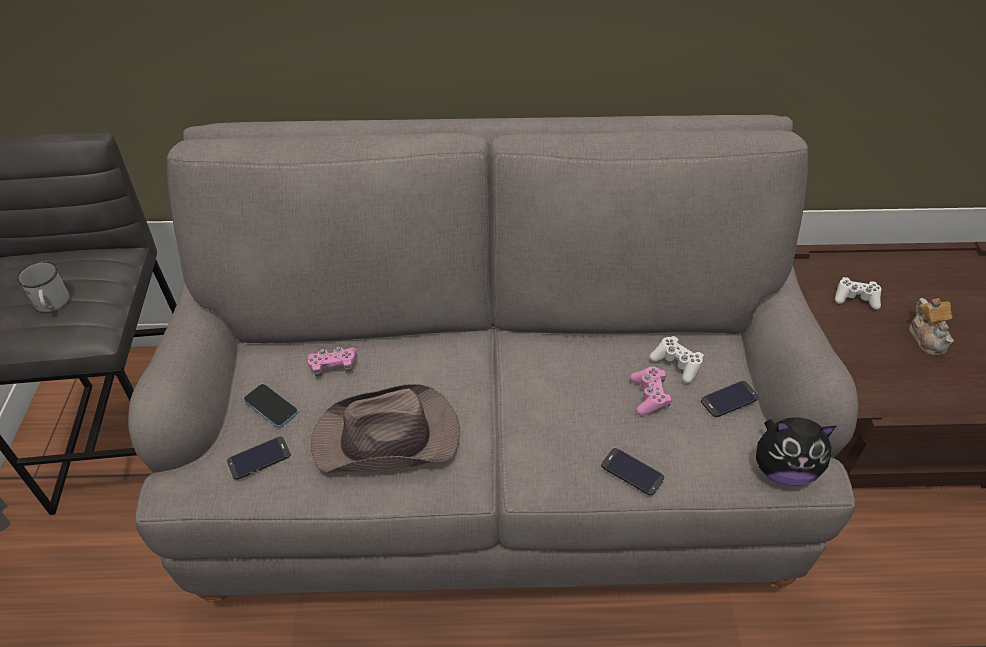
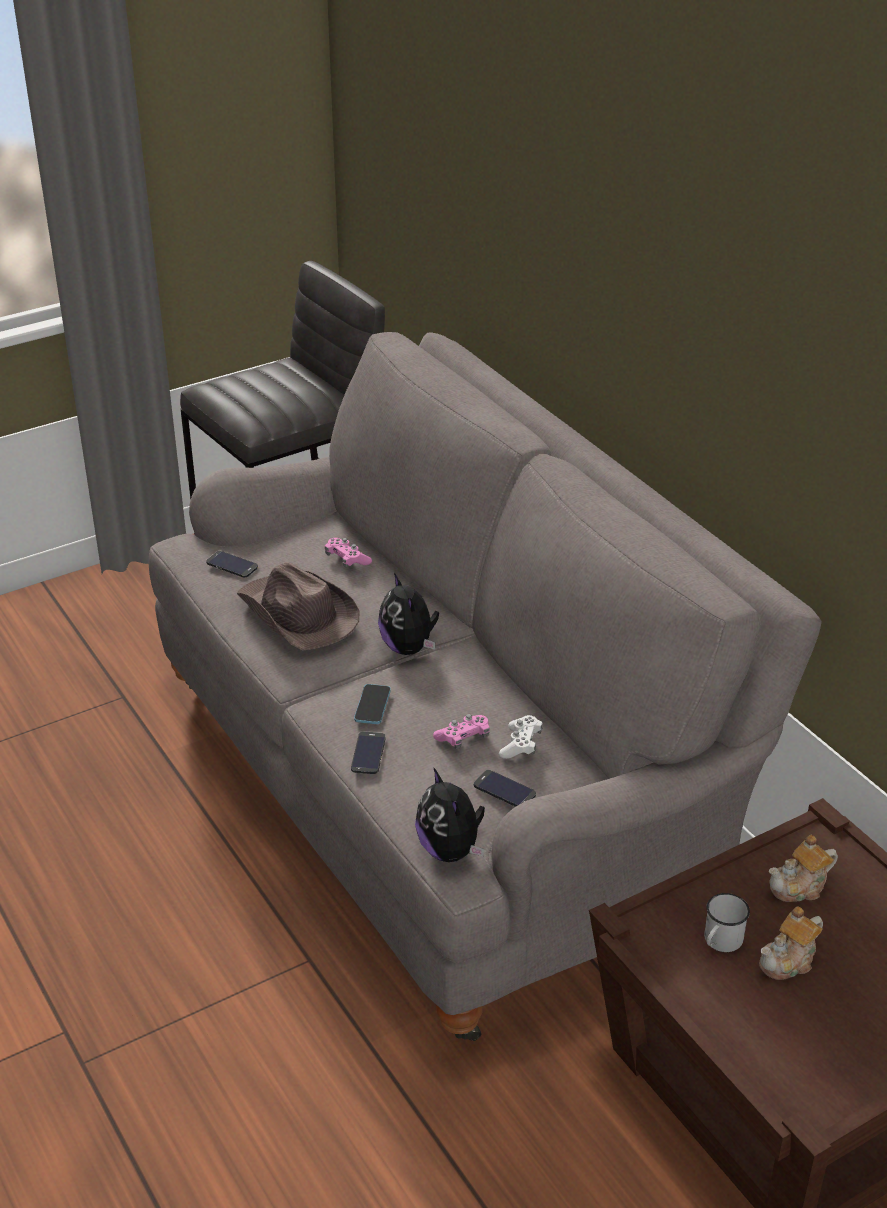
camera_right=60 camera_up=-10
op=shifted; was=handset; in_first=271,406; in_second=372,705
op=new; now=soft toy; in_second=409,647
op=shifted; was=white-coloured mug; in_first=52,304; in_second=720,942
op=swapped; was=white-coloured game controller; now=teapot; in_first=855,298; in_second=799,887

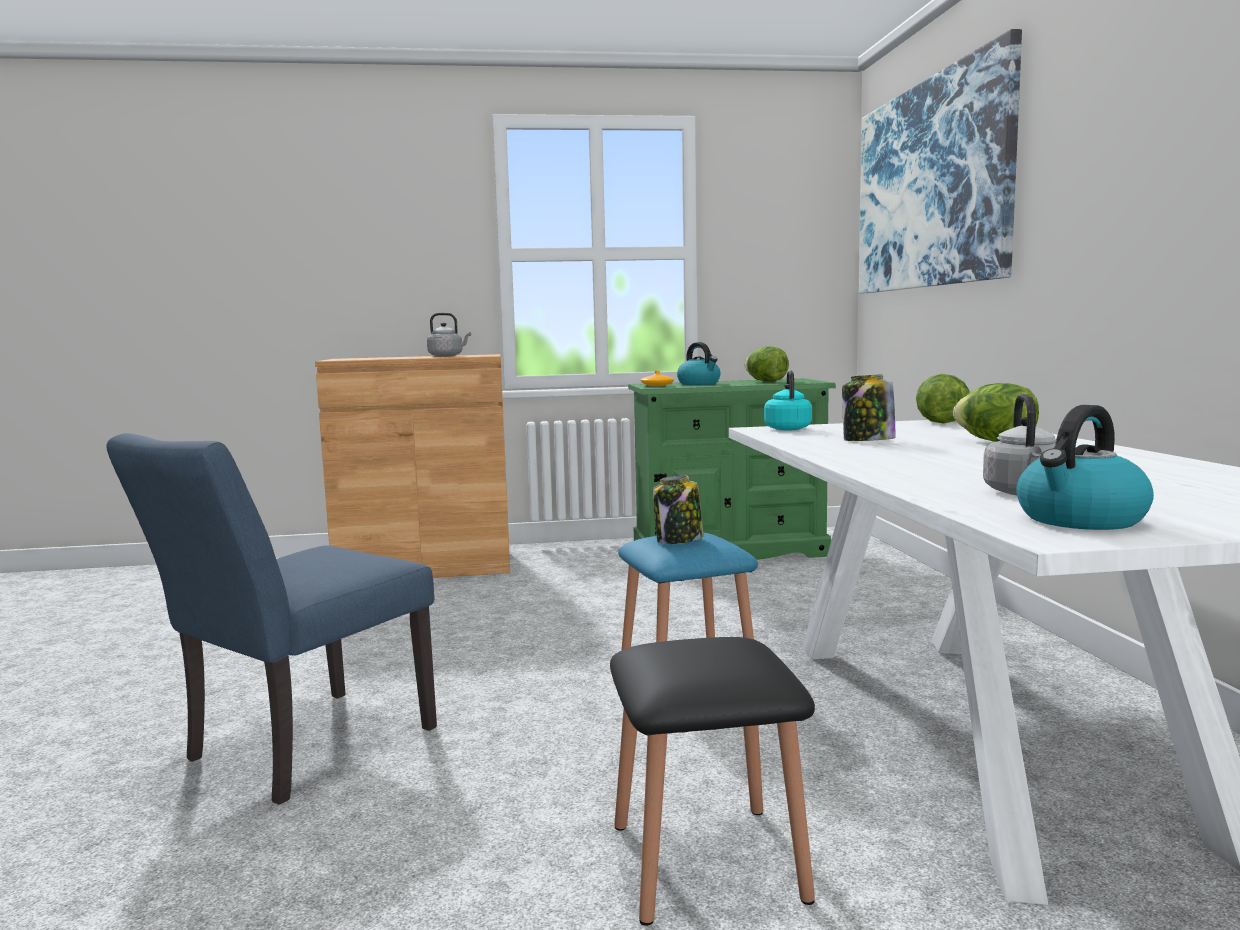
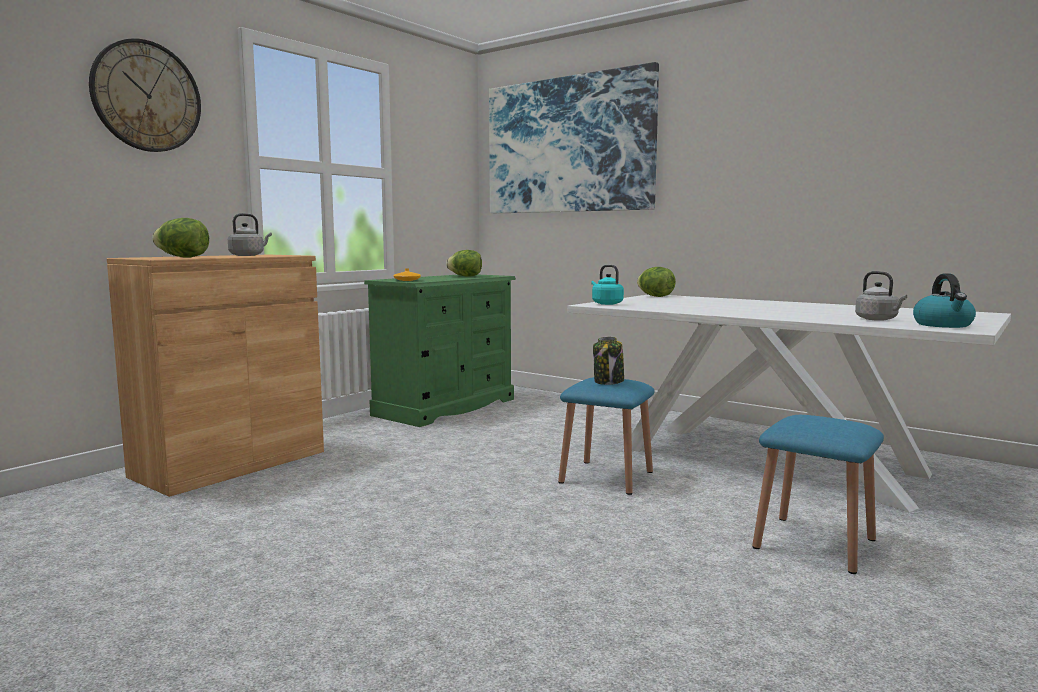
camera_right=-45 camera_up=0
op=new; now=wall clock; in_second=146,96
op=shifted; was=lettuce; in_first=995,442; in_second=183,257
op=repainted; was=blackish sitting stool; now=blue-coloured sitting stool; in_first=707,861; in_second=814,543
op=gone; was=blue-coloured chair; in_first=297,750
op=gone; was=tea kettle; in_first=699,383
op=gone; was=storage jar; in_first=867,441

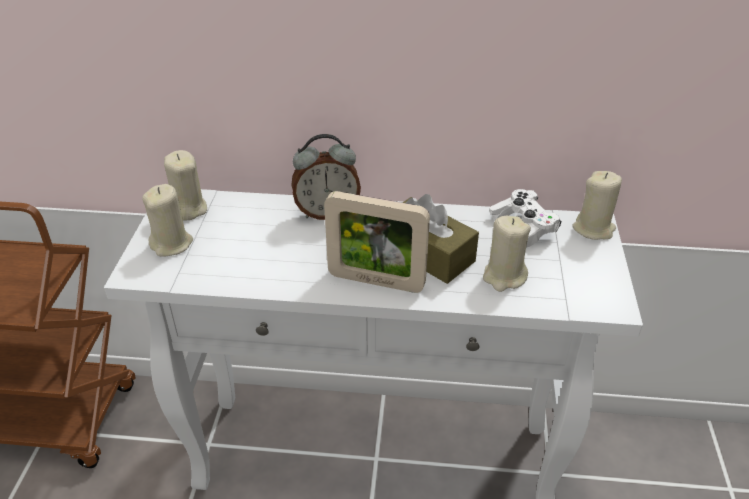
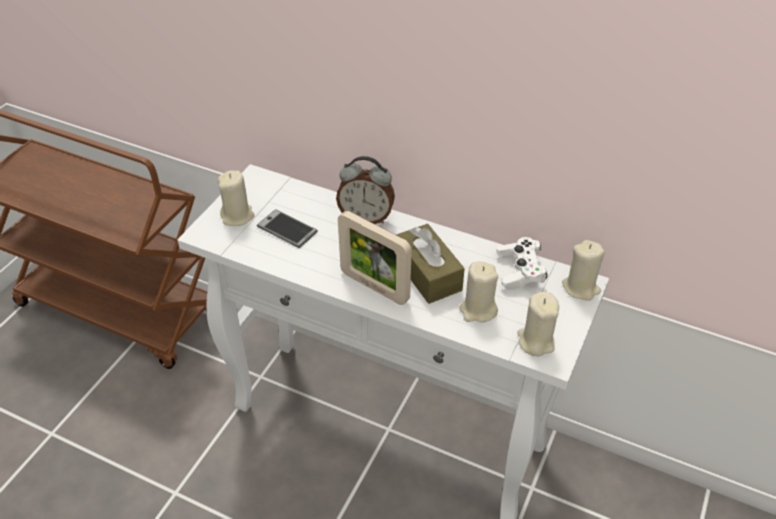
camera_right=20 camera_up=5
op=new; now=handset; in_second=287,229
op=shifted; was=beige candle; in_first=188,209; in_second=535,341

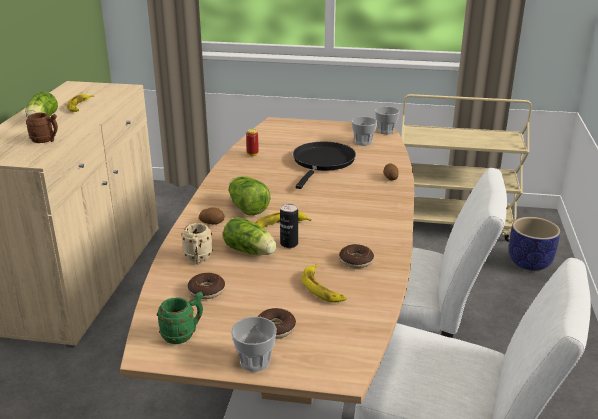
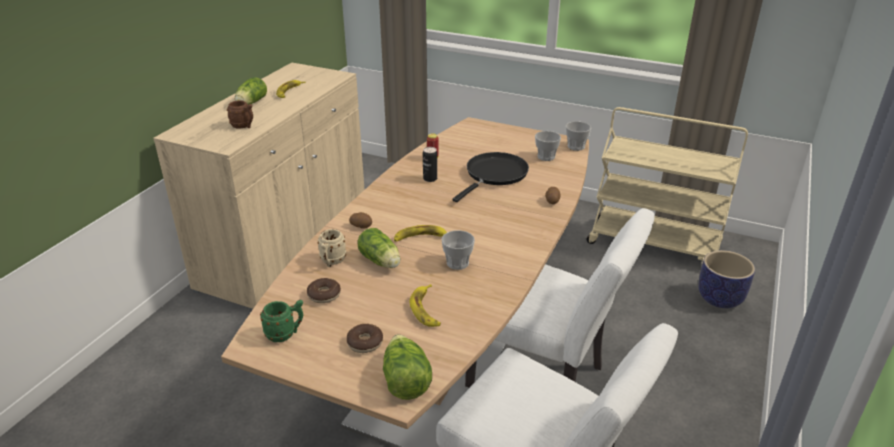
camera_right=15 camera_up=5
op=shifted; was=lettuce; in_first=247,207; in_second=405,380
op=shifted; was=can; in_first=289,244; in_second=430,179
op=shifted; was=cup; in_first=255,361; in_second=457,263
op=gone; was=ring doughnut; in_first=356,261

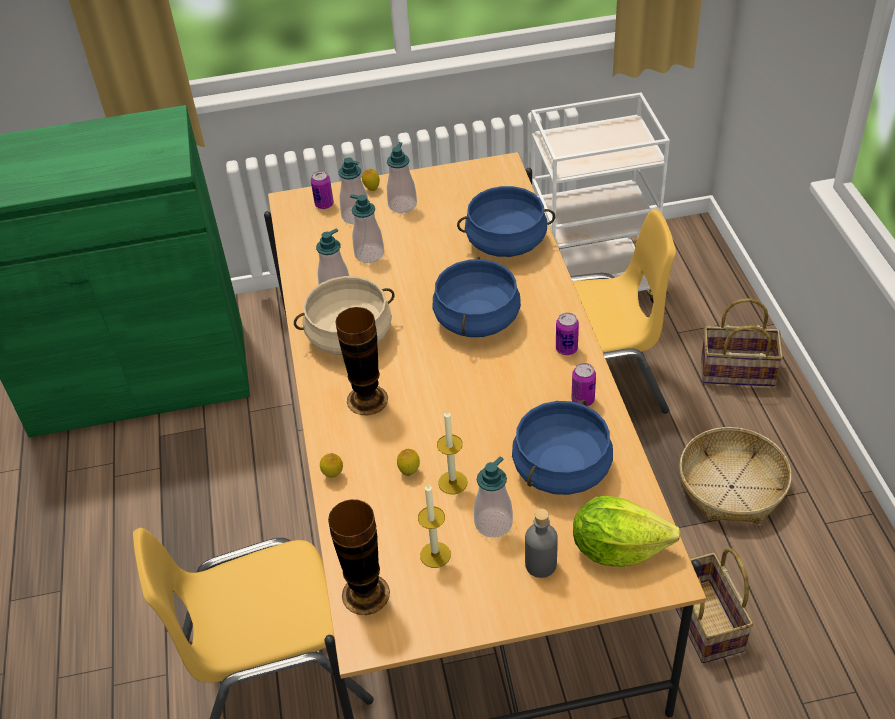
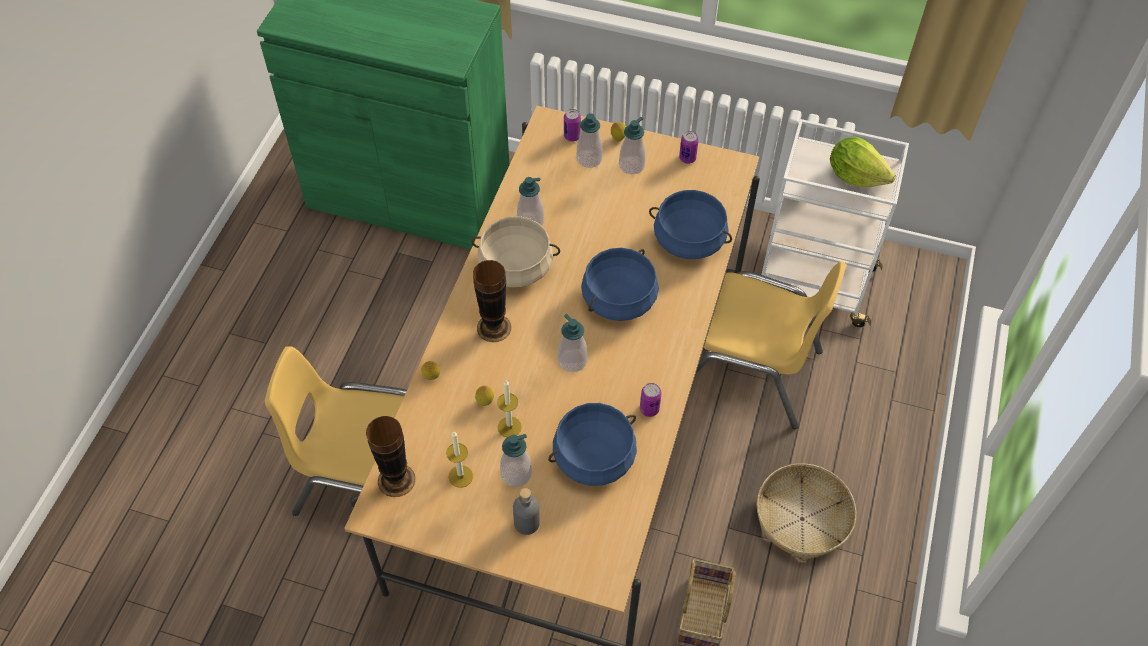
camera_right=25 camera_up=10
op=shifted; was=liquid soap bottle; in_first=369,254; in_second=572,361
op=shifted; was=can; in_first=566,349; in_second=687,158
op=shifted; was=lettuce; in_first=617,548; in_second=855,176
op=gone; was=storage basket; in_first=735,372

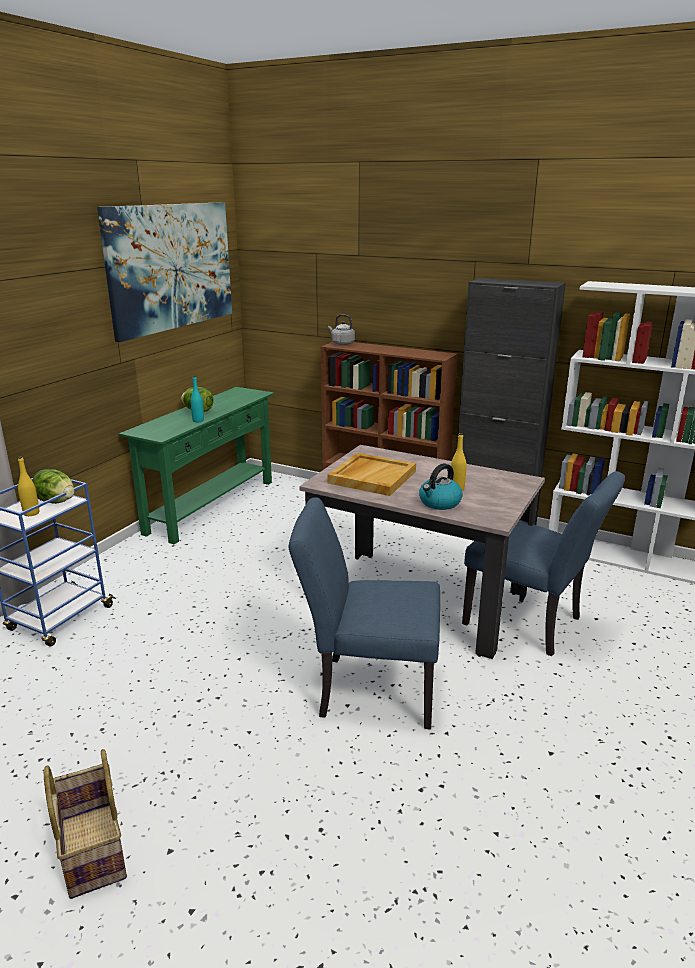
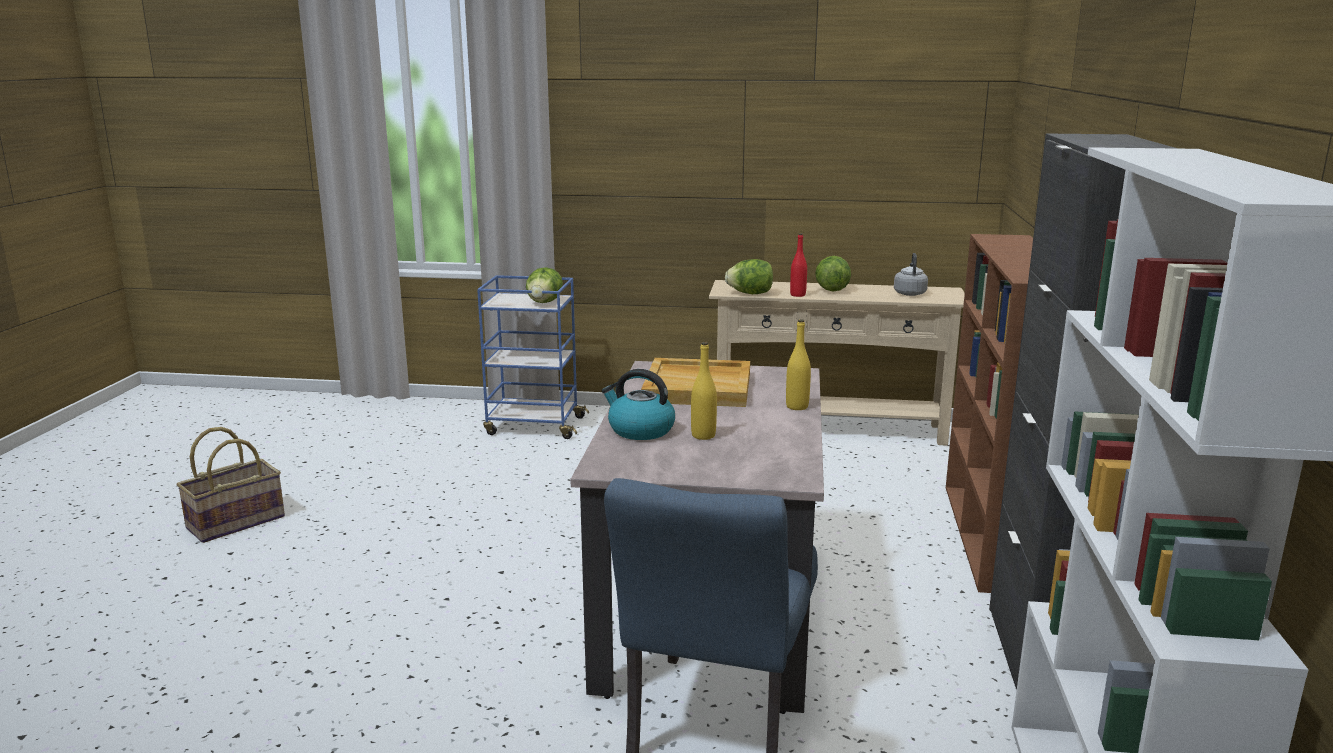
camera_right=70 camera_up=-5
op=repainted; was=greenish console table; now=beige console table; in_first=211,506; in_second=829,428
op=new; now=lettuce; in_second=750,294
op=shifted; was=yellowish beverage bottle; in_first=31,513; in_second=797,407
op=repainted; was=turquoise-coloured beverage bottle; now=red beverage bottle; in_first=198,420; in_second=797,295
op=shifted; was=greyish tea kettle; in_first=341,343; in_second=909,293
op=gone; was=wall art; in_first=171,267
op=gone; was=blue-coloured chair; in_first=367,689

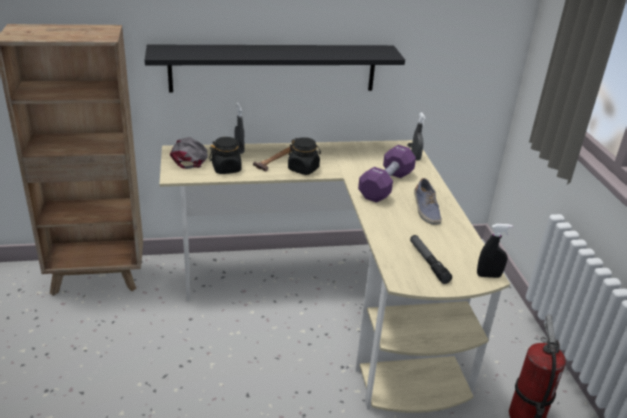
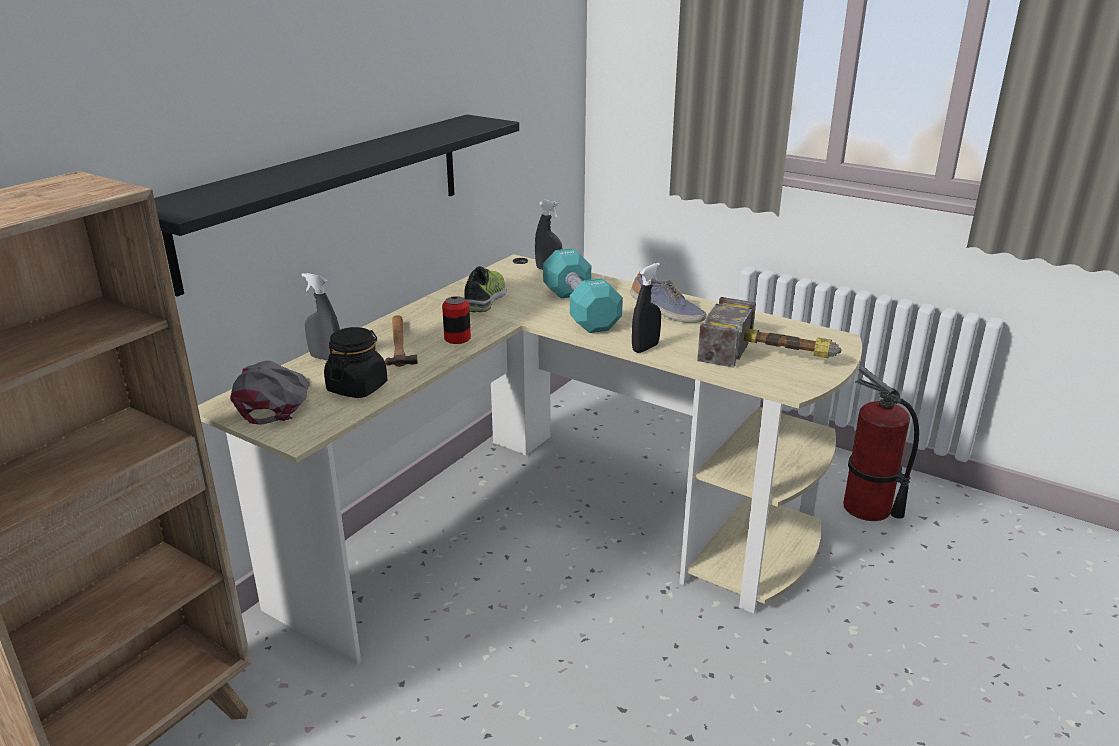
camera_right=-45 camera_up=-5
op=rotated; was=greyish peaked cap; in_first=190,157; in_second=274,401; clockwise=45
op=swapped; was=blackish storage jar; now=can; in_first=303,169; in_second=457,338
op=new; now=shoe; in_second=486,298
op=repainted; was=purple dumbbell; now=turquoise-coloured dumbbell; in_first=386,185; in_second=580,310
op=shifted; was=blackish sprayer; in_first=488,275; in_second=645,348
op=swapped; was=flashlight; now=hand hammer; in_first=428,262; in_second=771,357

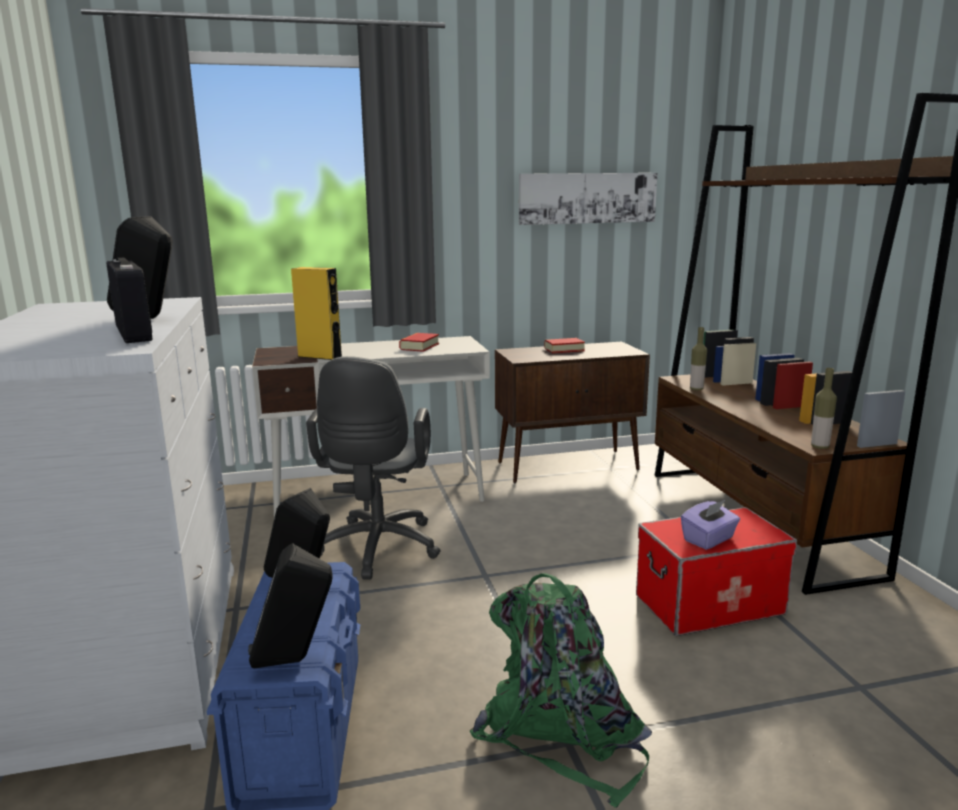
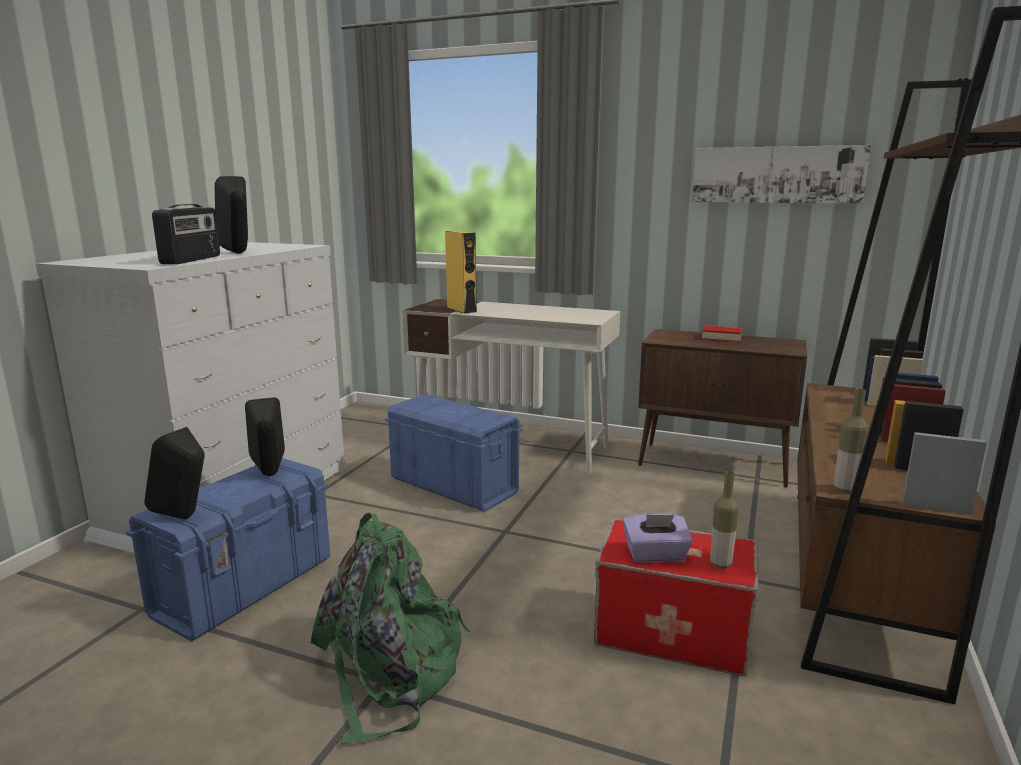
camera_right=35 camera_up=0
op=swapped; was=greyish computer chair; now=blue-coloured storage bin; in_first=377,550; in_second=453,485
op=shifted; was=beverage bottle; in_first=696,389; in_second=720,564
op=gone; was=volume; in_first=419,346

